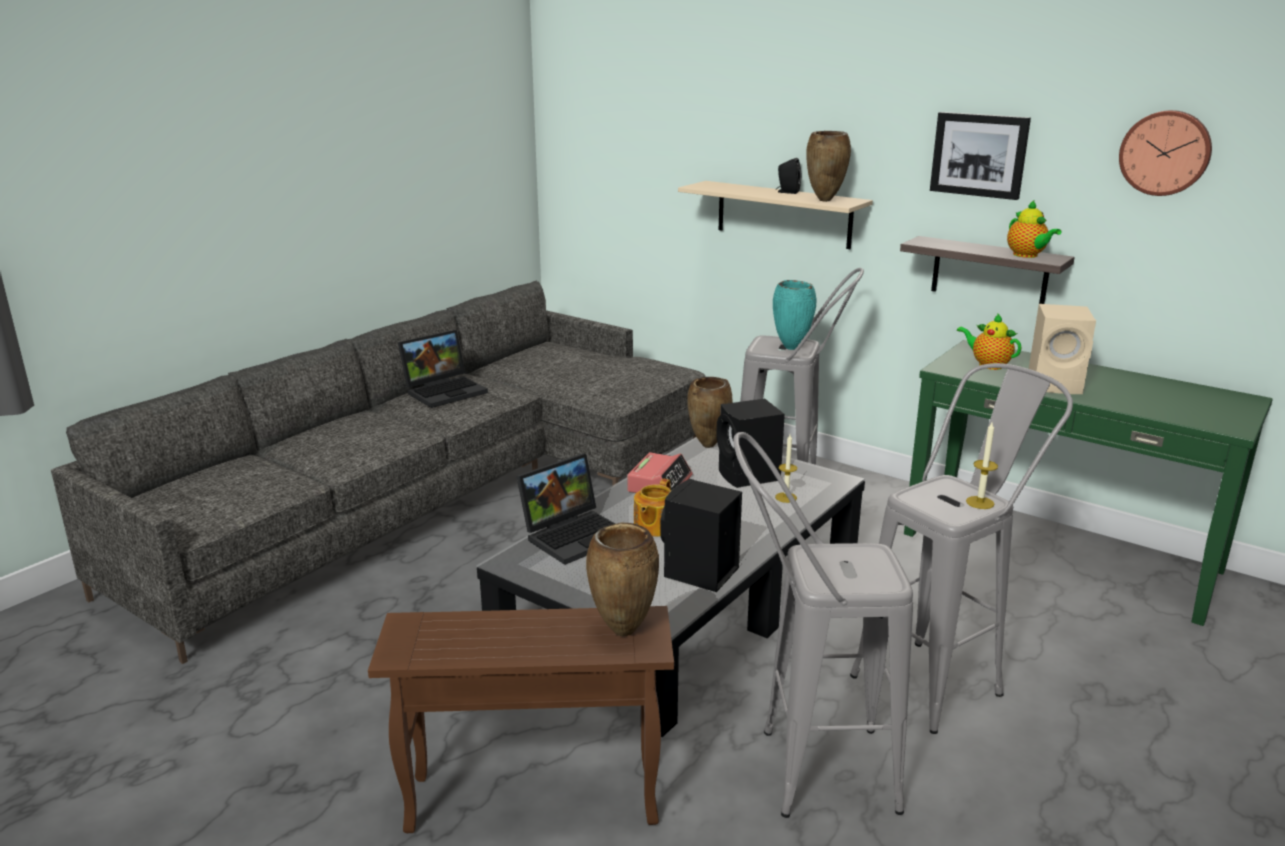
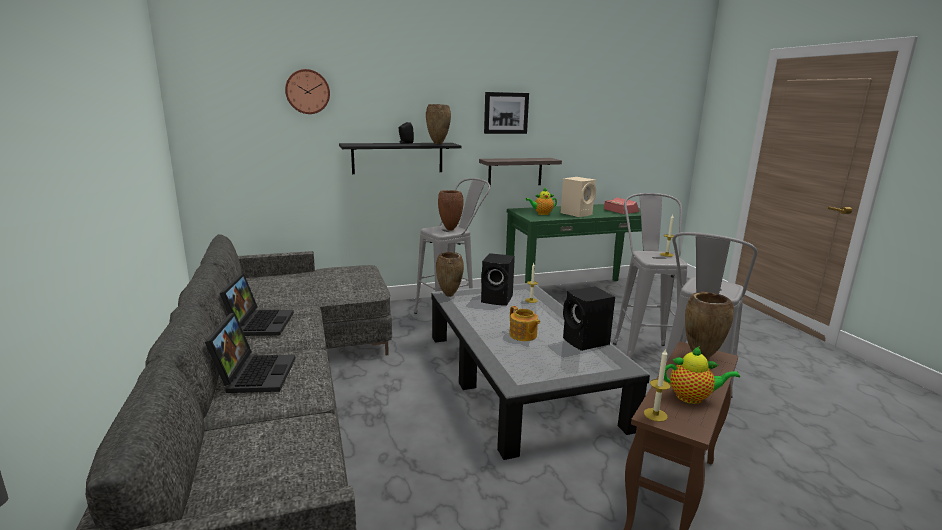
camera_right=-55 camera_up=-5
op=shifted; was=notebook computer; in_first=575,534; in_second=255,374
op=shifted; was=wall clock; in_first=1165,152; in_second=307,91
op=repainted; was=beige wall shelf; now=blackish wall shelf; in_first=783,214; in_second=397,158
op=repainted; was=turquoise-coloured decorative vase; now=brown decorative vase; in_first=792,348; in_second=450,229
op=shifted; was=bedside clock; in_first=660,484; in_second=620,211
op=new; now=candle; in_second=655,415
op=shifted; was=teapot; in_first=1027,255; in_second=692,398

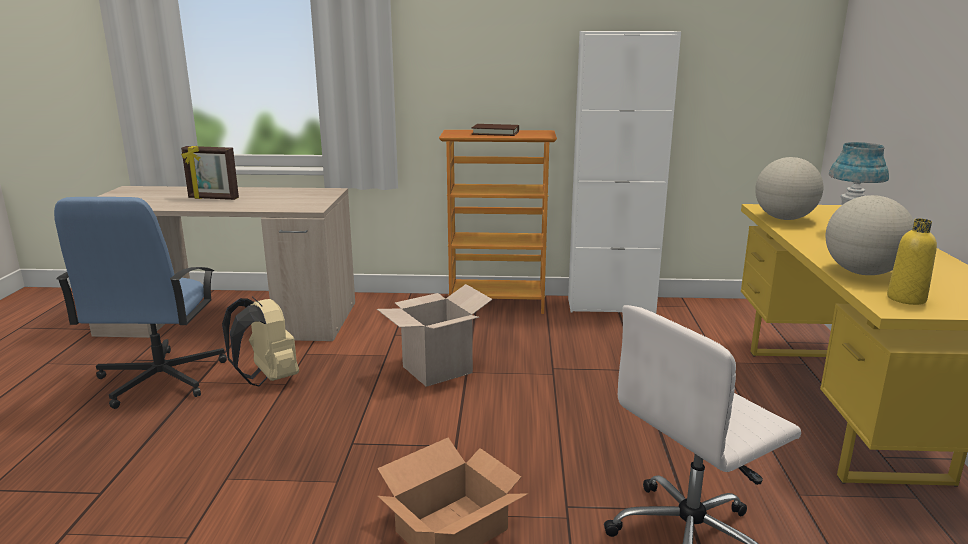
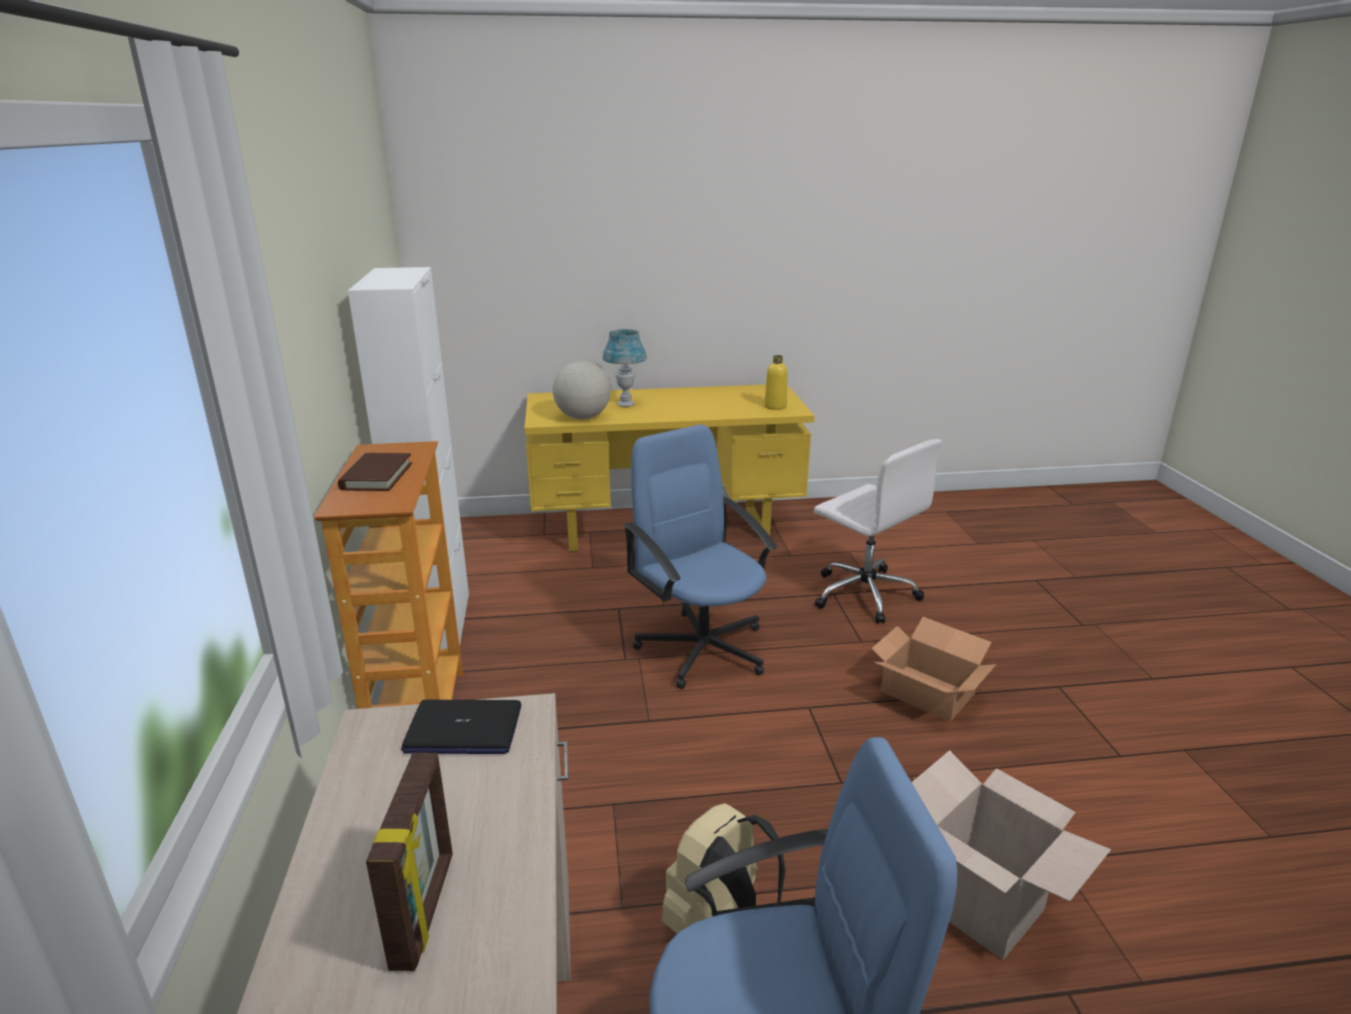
camera_right=-100 camera_up=5
op=new; now=notebook computer; in_second=463,729
op=new; now=blue-coloured computer chair; in_second=702,648
op=shifted; was=carton; in_first=437,369; in_second=983,907
op=gone; was=desk globe; in_first=862,273

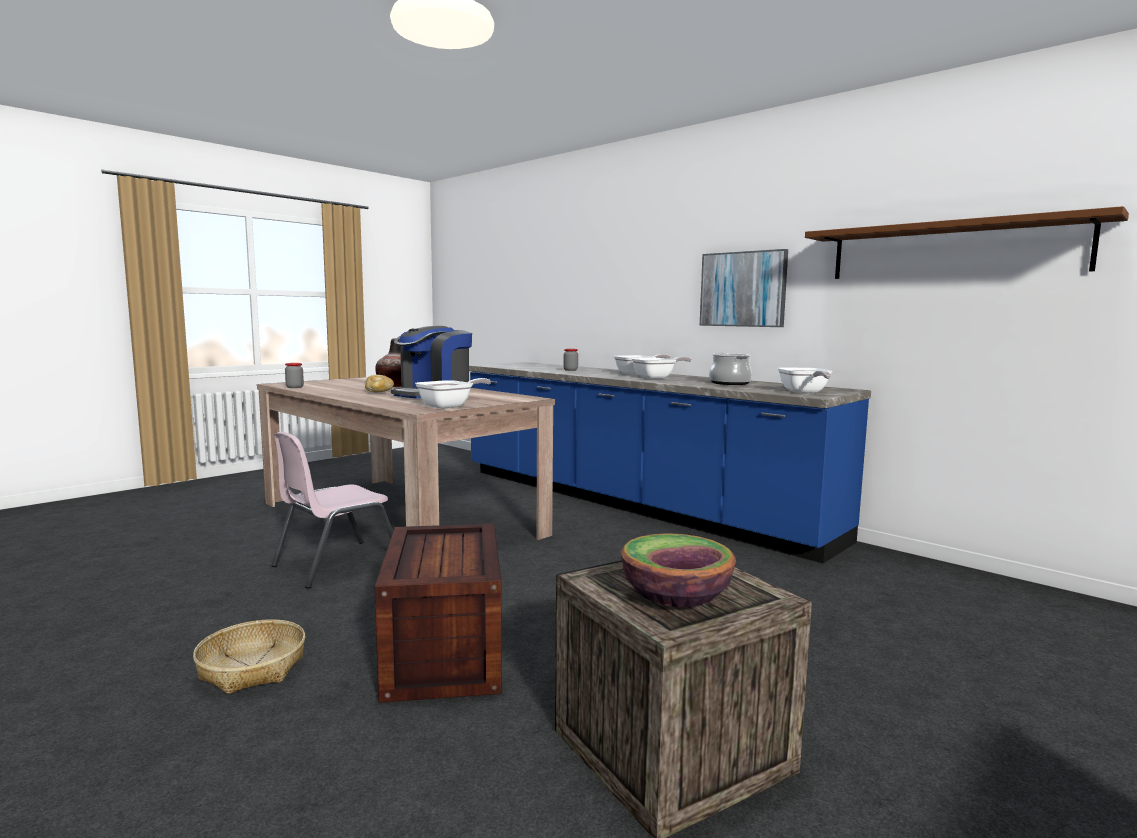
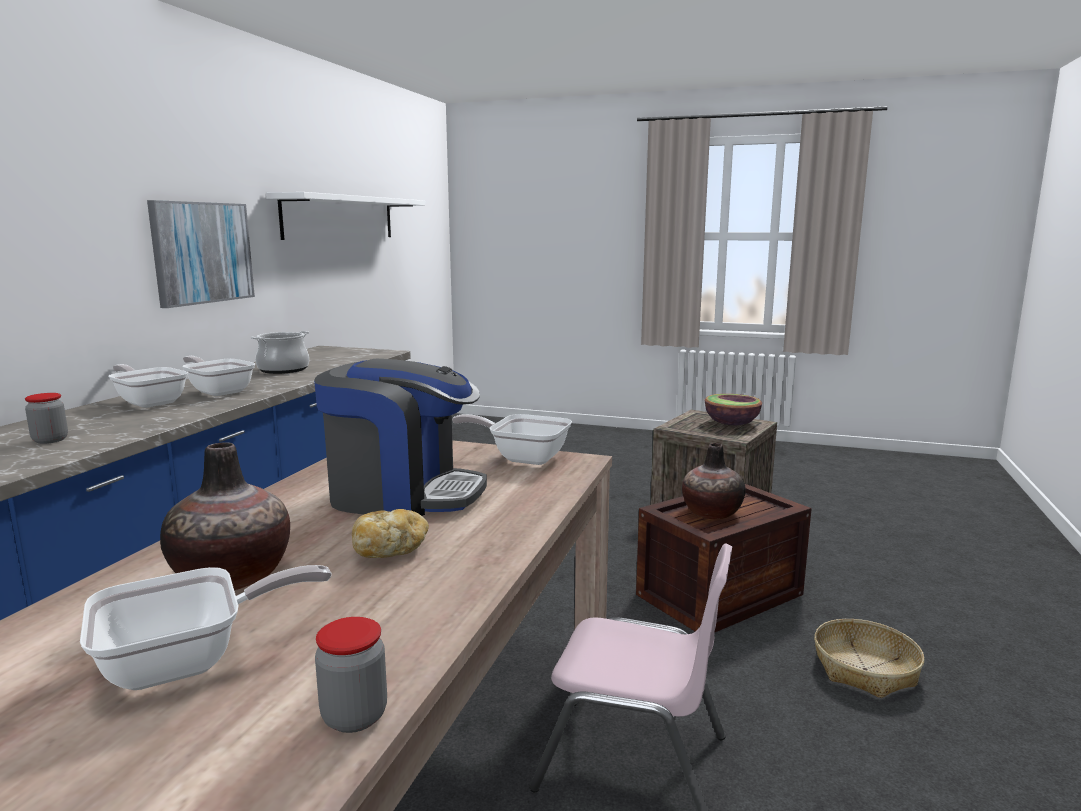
camera_right=-115 camera_up=5
op=shifted; was=frying pan; in_first=804,392; in_second=190,661
op=repainted; was=brown wall shelf; now=white-coloured wall shelf; in_first=952,250; in_second=340,217
op=new; now=decorative vase; in_second=711,513

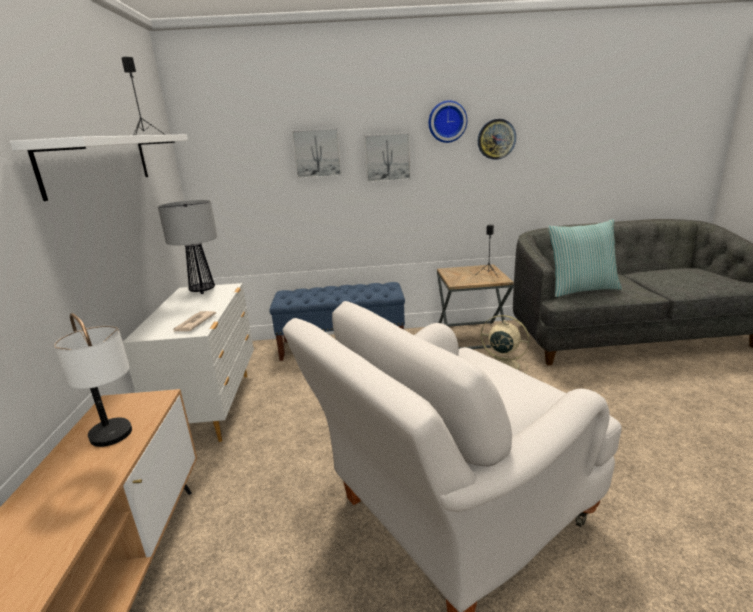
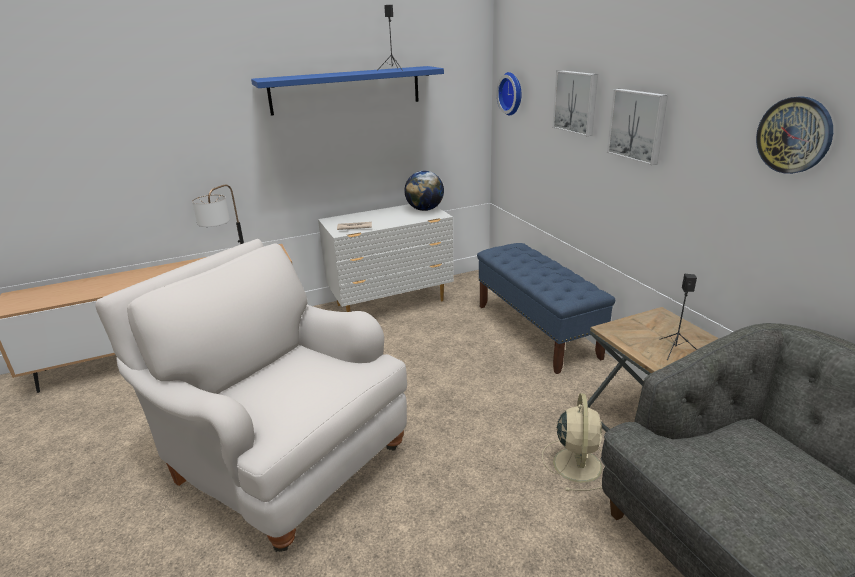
camera_right=70 camera_up=5
op=repainted; was=white-coloured wall shelf; now=blue-coloured wall shelf; in_first=99,162; in_second=346,90
op=swapped; was=lamp for a table; now=desk globe; in_first=203,290; in_second=425,209
op=shifted; was=wall clock; in_first=447,121; in_second=512,93
op=gone; was=cushion; in_first=581,289

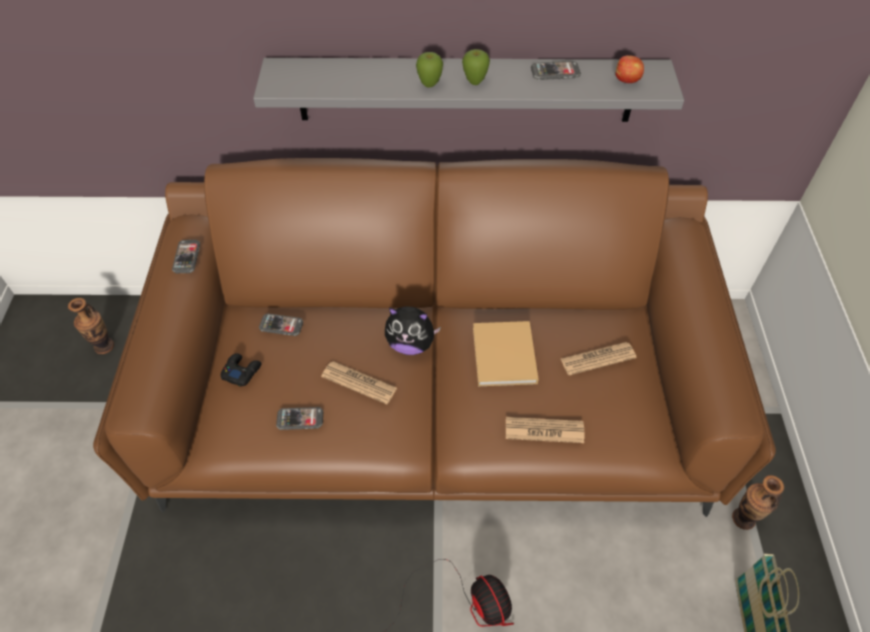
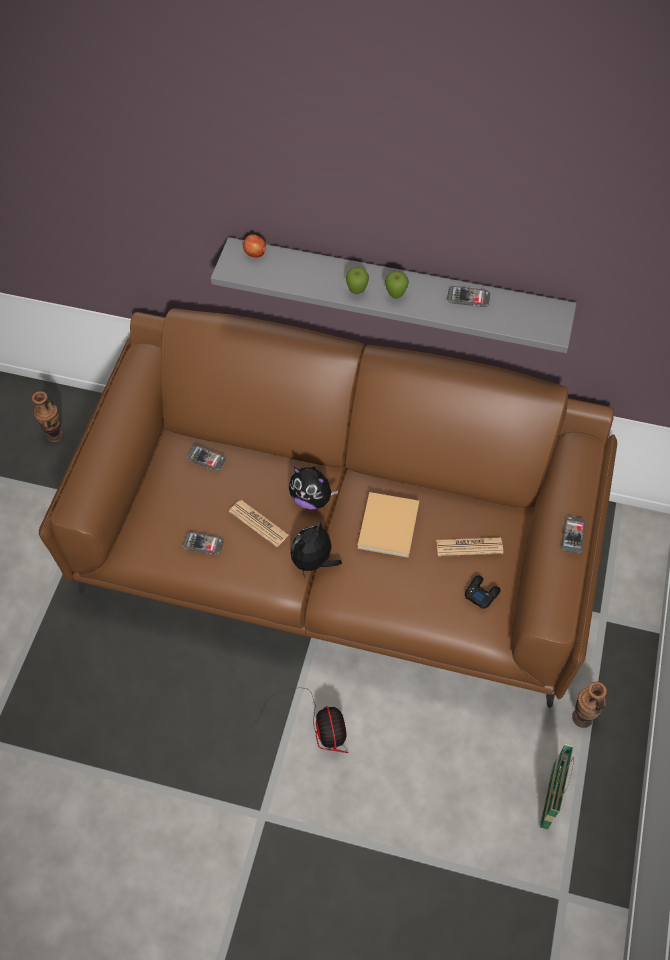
camera_right=15 camera_up=5
op=shifted; was=whole apple; in_first=627,80; in_second=255,253
op=new; now=soft toy; in_second=313,562
op=shifted; was=blackish game controller; in_first=241,371; in_second=481,593
op=shifted; was=handset; in_first=186,257; in_second=573,535
op=gone; was=newspaper; in_first=544,430

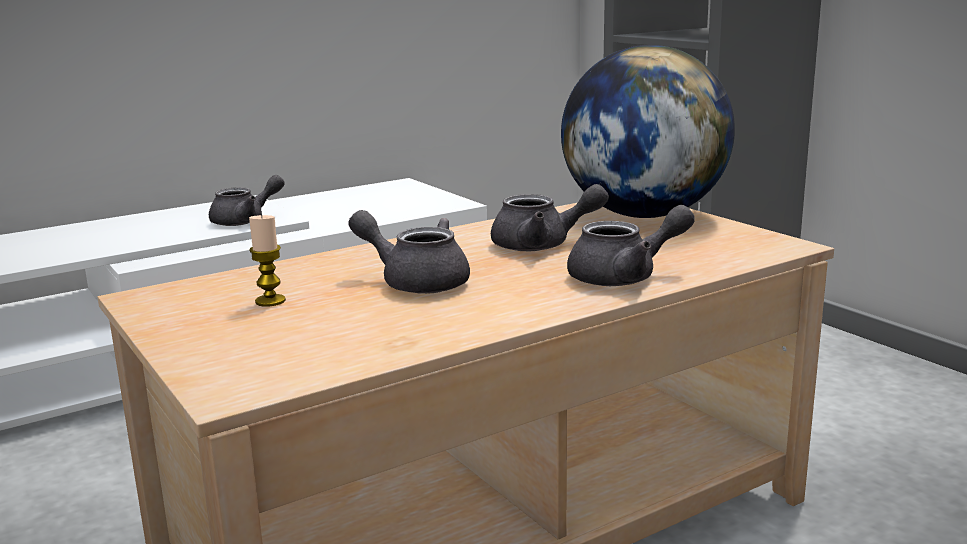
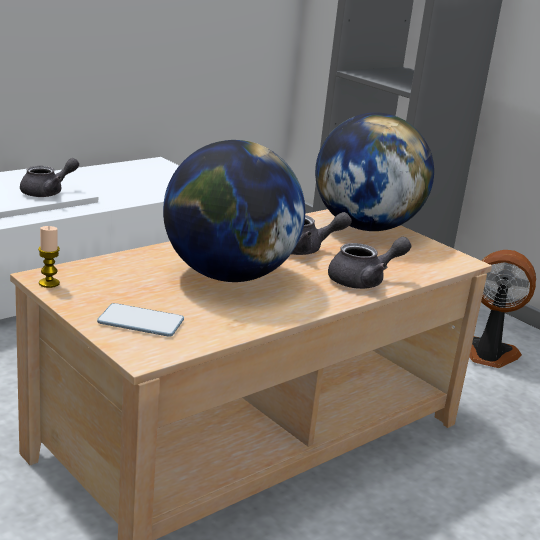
camera_right=-10 camera_up=5
op=shifted; was=candle; in_first=270,301; in_second=49,283
op=new; now=handset; in_second=141,322
op=swapped; was=greyish teapot; now=desk globe; in_first=416,281; in_second=228,275
op=new; now=fan; in_second=487,355

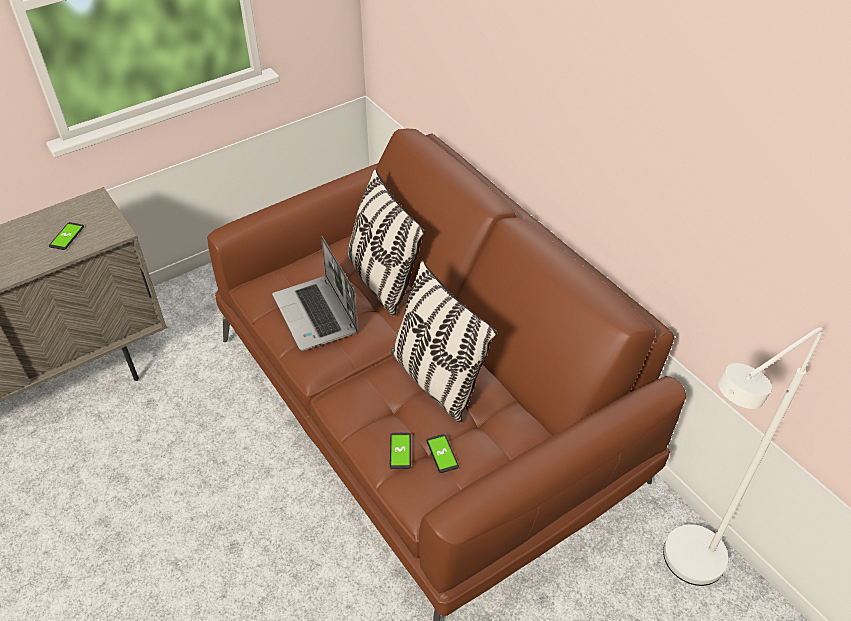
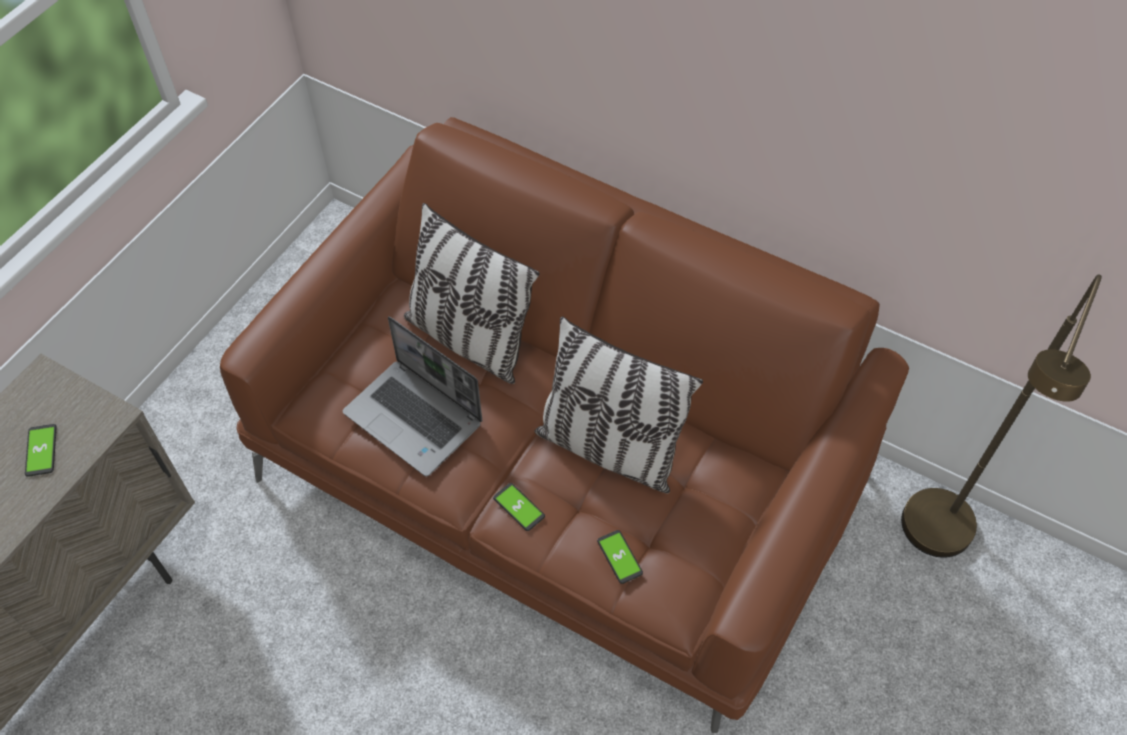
camera_right=-25 camera_up=10
op=shifted; was=handset; in_first=442,454; in_second=519,507
op=repainted; was=white-coloured standard lamp; now=brown standard lamp; in_first=683,568; in_second=932,543

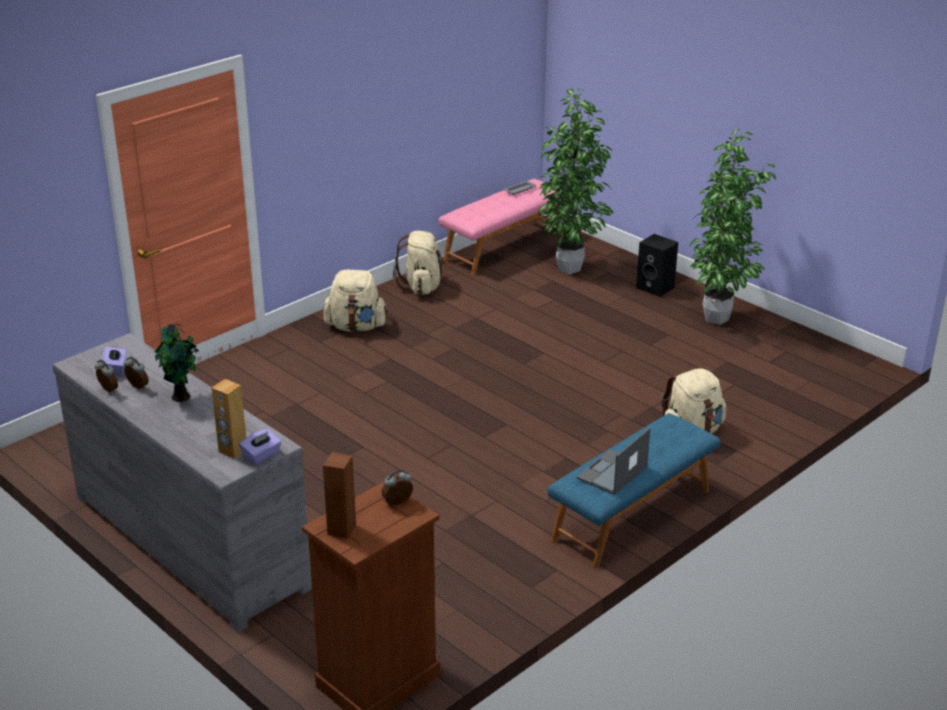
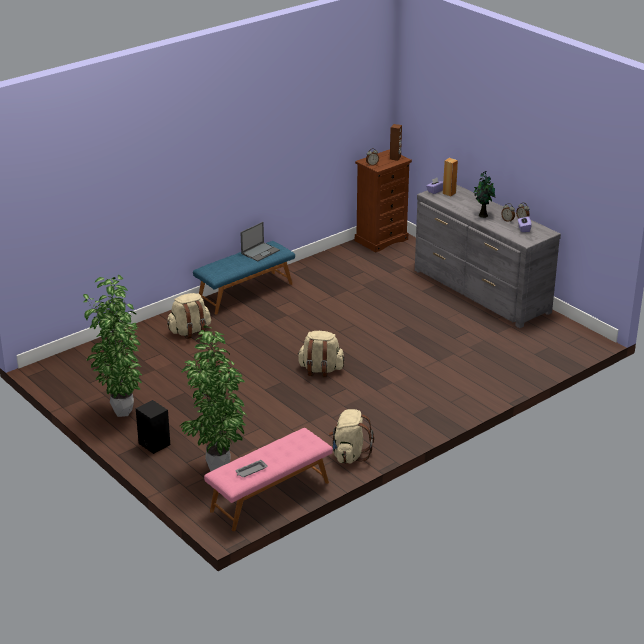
camera_right=-175 camera_up=0
op=shifted; was=beige rucksack; in_first=356,326; in_second=320,370

